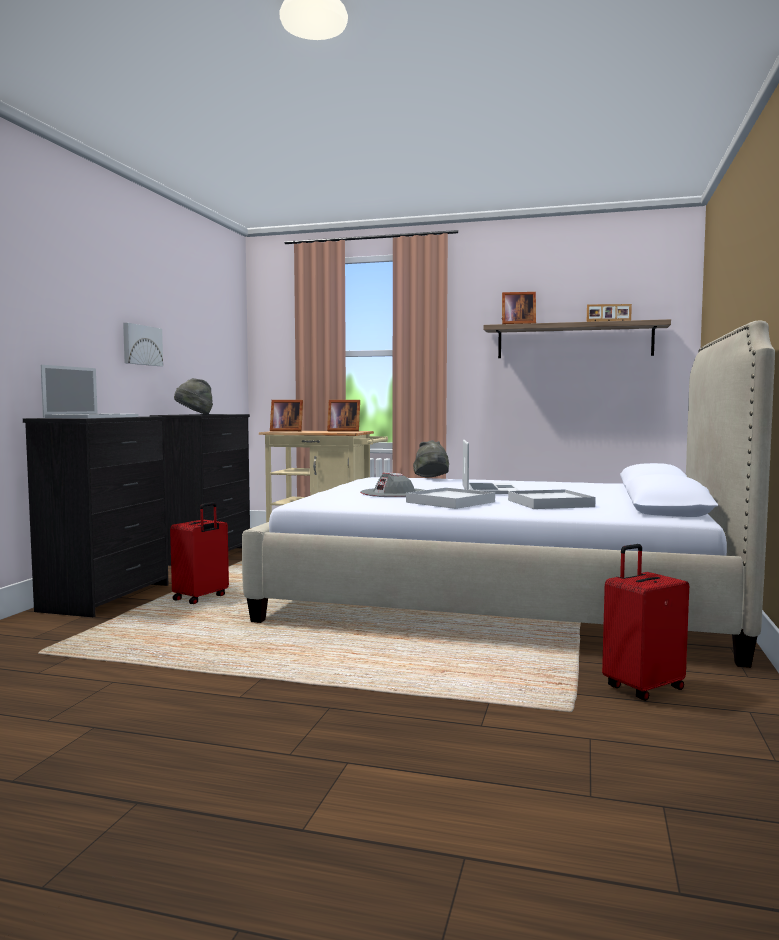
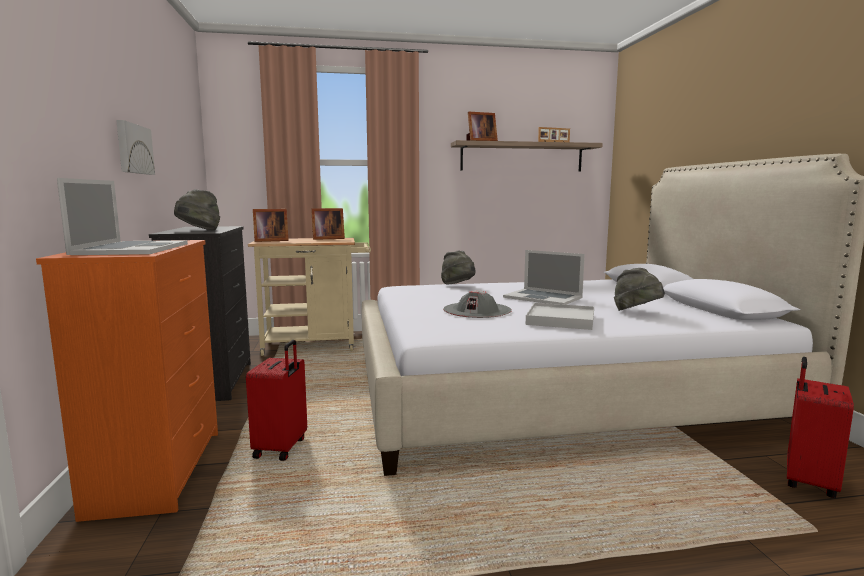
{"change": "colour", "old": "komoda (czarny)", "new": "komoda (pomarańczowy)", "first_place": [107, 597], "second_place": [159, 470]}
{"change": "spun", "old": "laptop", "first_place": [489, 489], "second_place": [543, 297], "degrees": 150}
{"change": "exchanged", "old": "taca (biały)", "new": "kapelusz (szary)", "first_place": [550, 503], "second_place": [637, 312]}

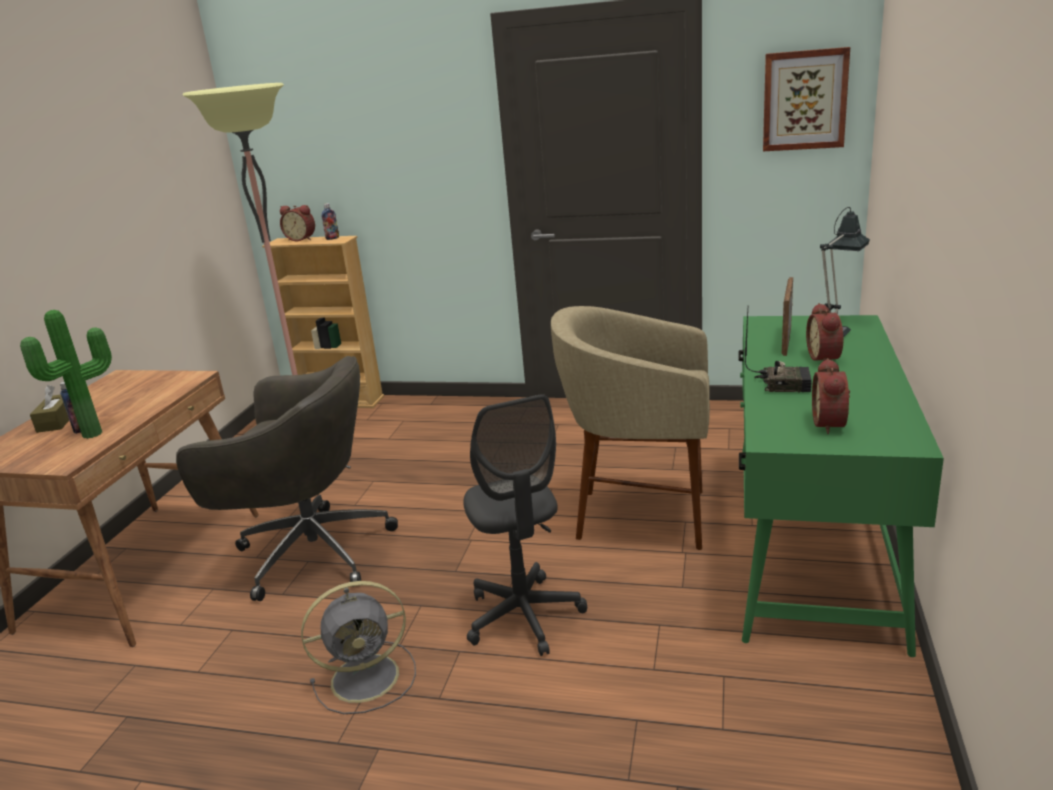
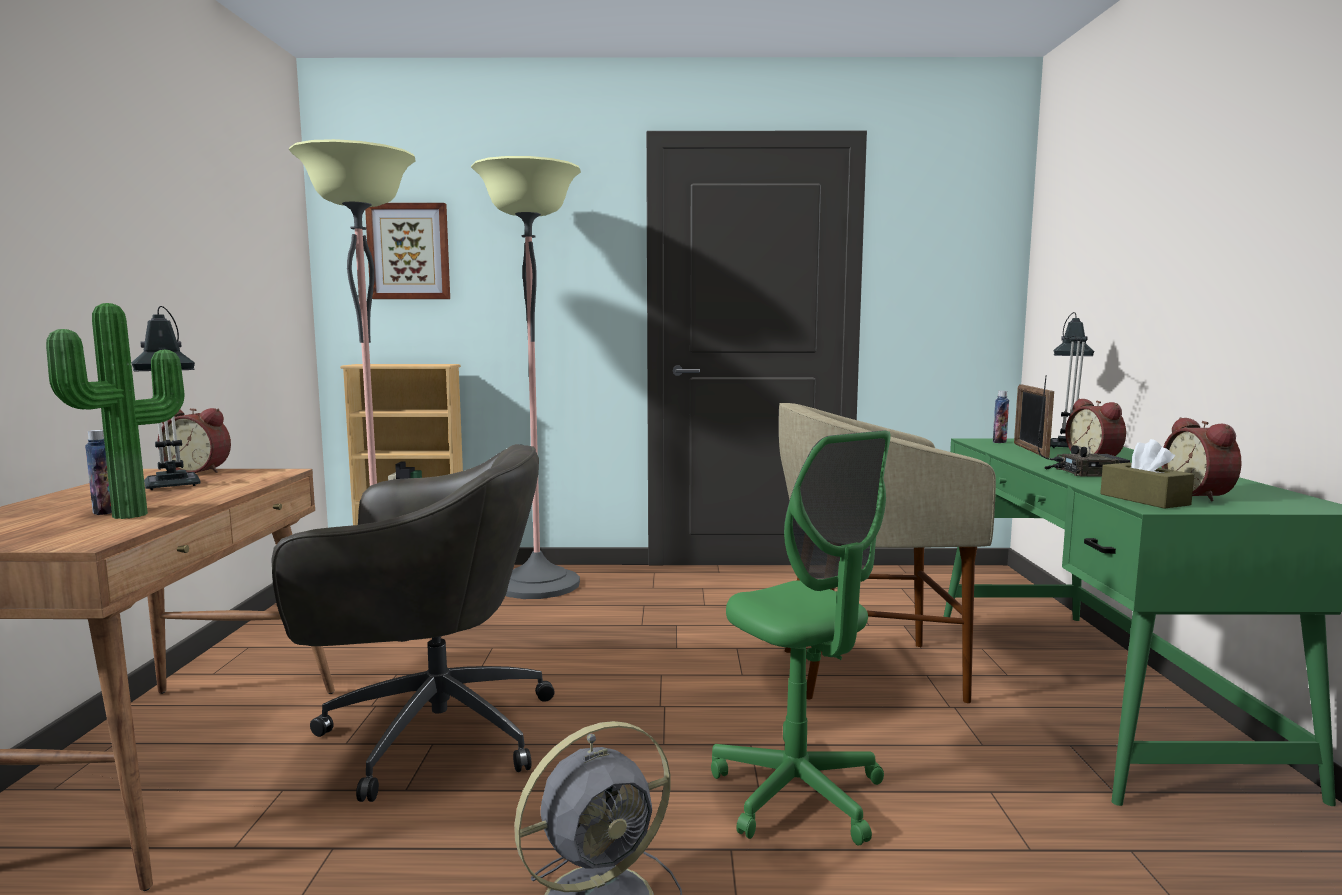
{"change": "appeared", "new": "lampa stołowa", "second_place": [173, 487]}
{"change": "relocated", "old": "budzik", "first_place": [301, 239], "second_place": [200, 471]}
{"change": "relocated", "old": "obraz", "first_place": [804, 100], "second_place": [409, 252]}
{"change": "appeared", "new": "lampa stojąca", "second_place": [537, 584]}
{"change": "colour", "old": "krzesło biurowe (szary)", "new": "krzesło biurowe (zielony)", "first_place": [524, 616], "second_place": [798, 794]}
{"change": "relocated", "old": "butelka", "first_place": [332, 238], "second_place": [999, 442]}
{"change": "relocated", "old": "pudełko chusteczek (brązowy)", "first_place": [57, 421], "second_place": [1144, 499]}

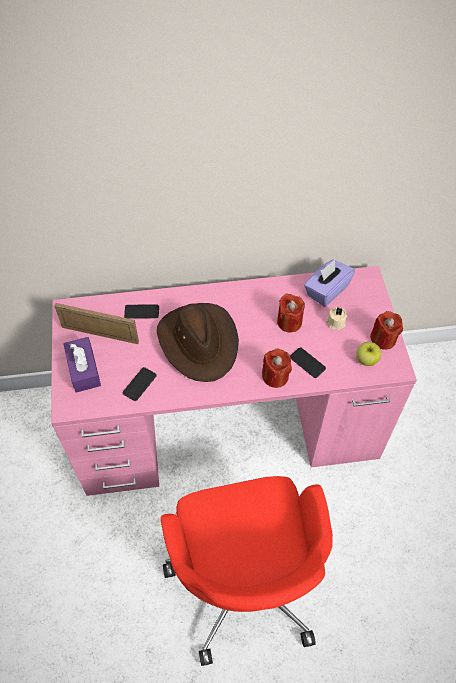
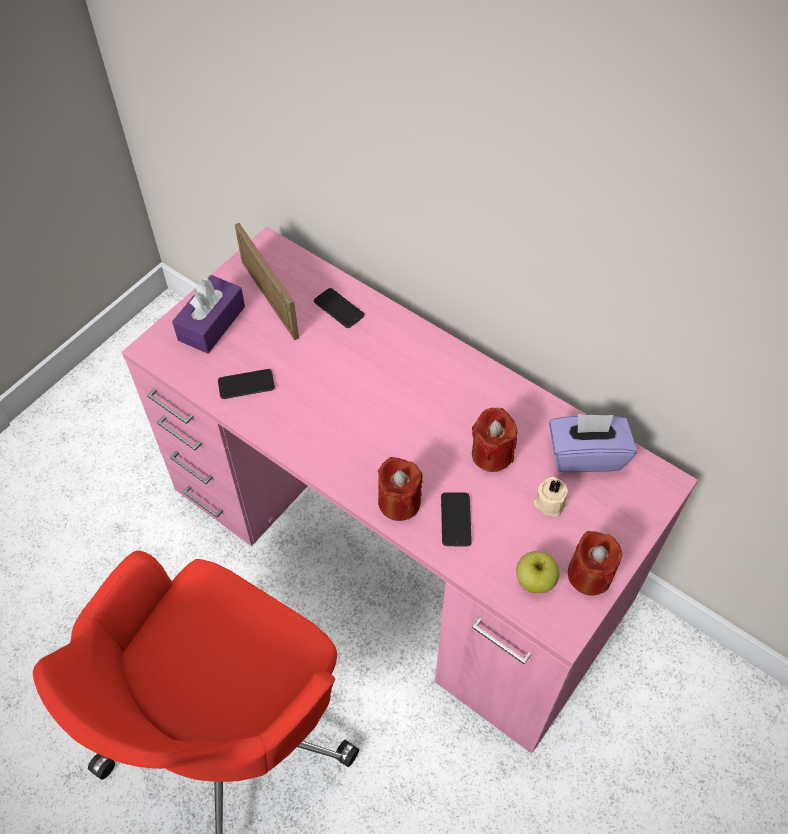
{"change": "missing", "old": "kapelusz (brązowy)", "first_place": [199, 342]}

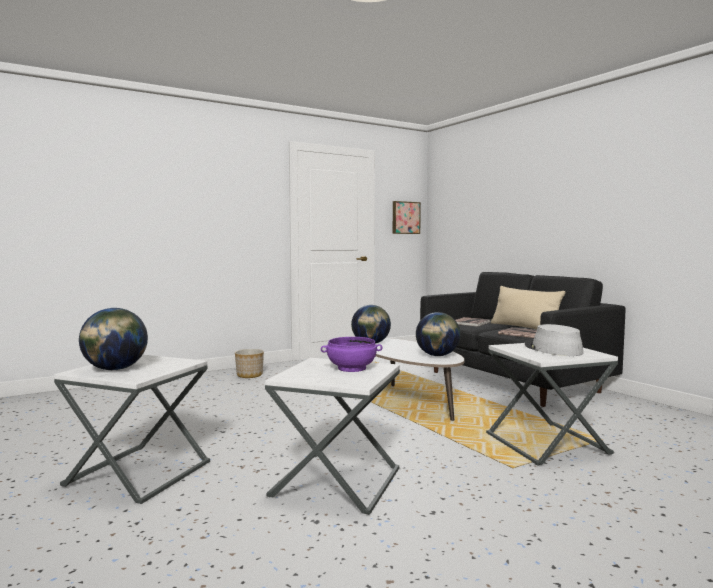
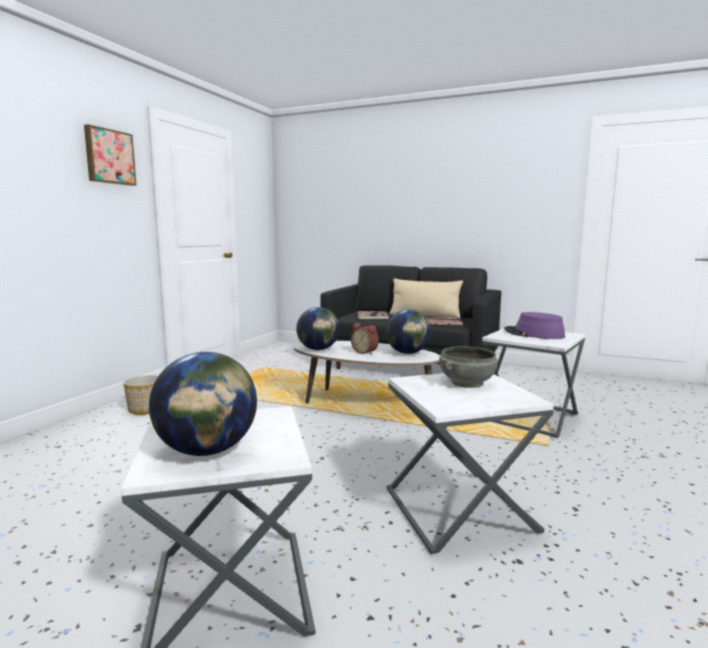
{"change": "relocated", "old": "obraz", "first_place": [405, 217], "second_place": [109, 157]}
{"change": "appeared", "new": "budzik", "second_place": [365, 352]}
{"change": "colour", "old": "miska (fioletowy)", "new": "miska (szary)", "first_place": [351, 368], "second_place": [466, 383]}
{"change": "colour", "old": "kapelusz (szary)", "new": "kapelusz (fioletowy)", "first_place": [552, 349], "second_place": [533, 334]}

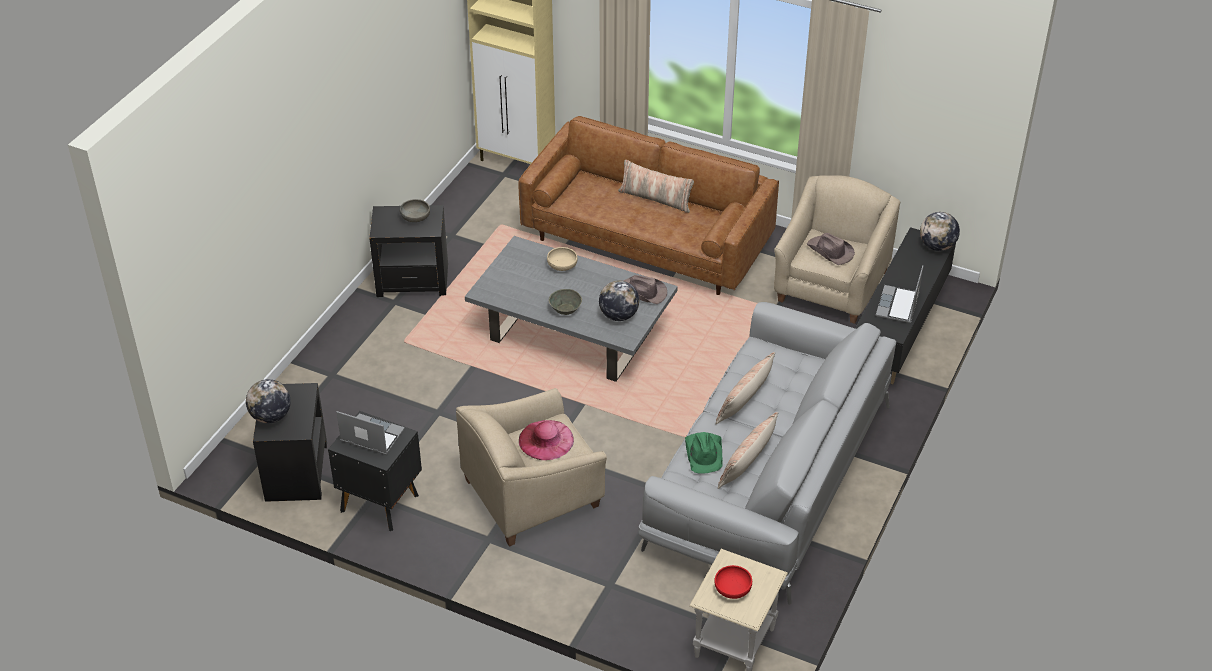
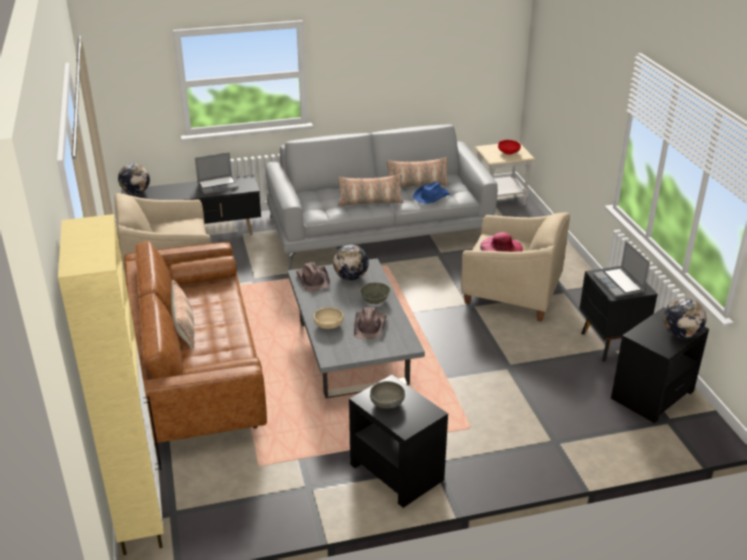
{"change": "relocated", "old": "kapelusz (brązowy)", "first_place": [830, 251], "second_place": [370, 326]}
{"change": "colour", "old": "kapelusz (zielony)", "new": "kapelusz (niebieski)", "first_place": [704, 453], "second_place": [431, 196]}

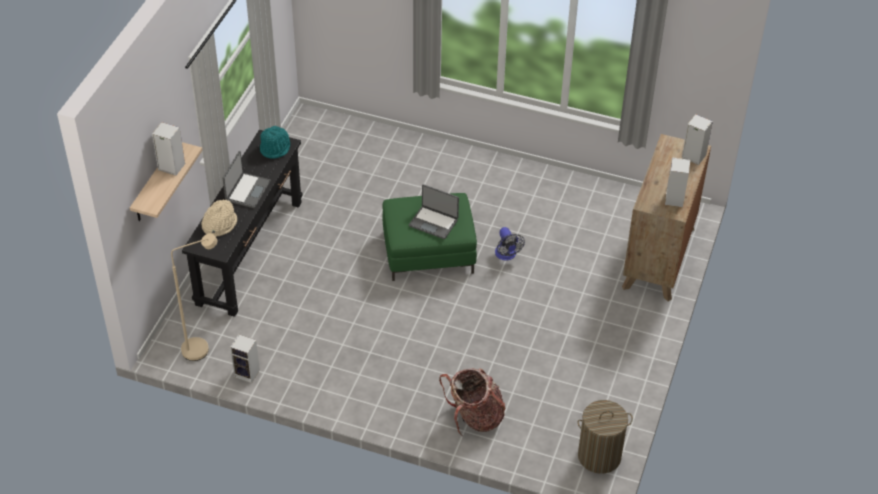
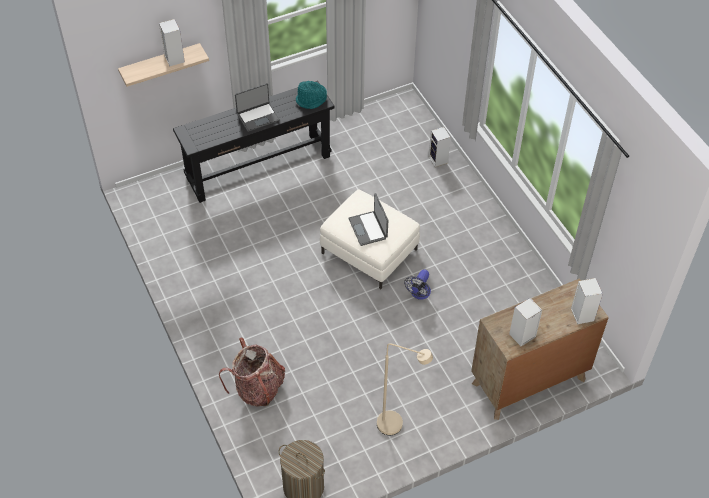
{"change": "colour", "old": "pufa (zielony)", "new": "pufa (biały)", "first_place": [429, 252], "second_place": [369, 251]}
{"change": "relocated", "old": "lampa stojąca (beżowy)", "first_place": [202, 347], "second_place": [396, 426]}
{"change": "relocated", "old": "głośnik", "first_place": [248, 373], "second_place": [438, 160]}
{"change": "missing", "old": "kapelusz (beżowy)", "first_place": [219, 225]}

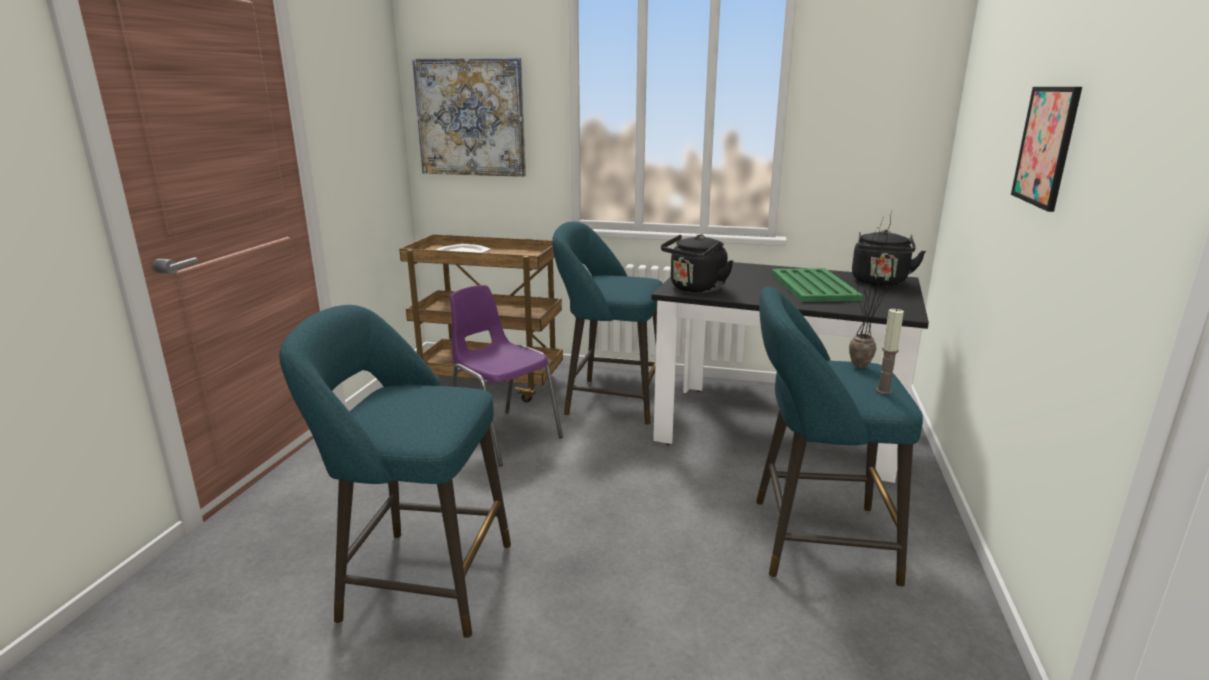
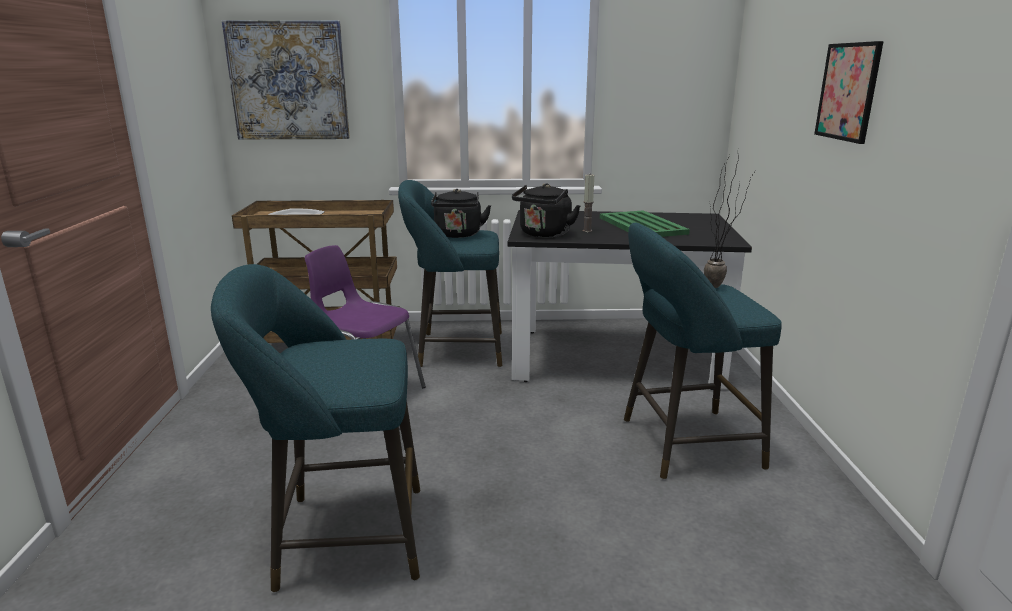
{"change": "relocated", "old": "czajnik (czarny)", "first_place": [879, 283], "second_place": [458, 235]}
{"change": "relocated", "old": "świeca", "first_place": [884, 391], "second_place": [587, 230]}

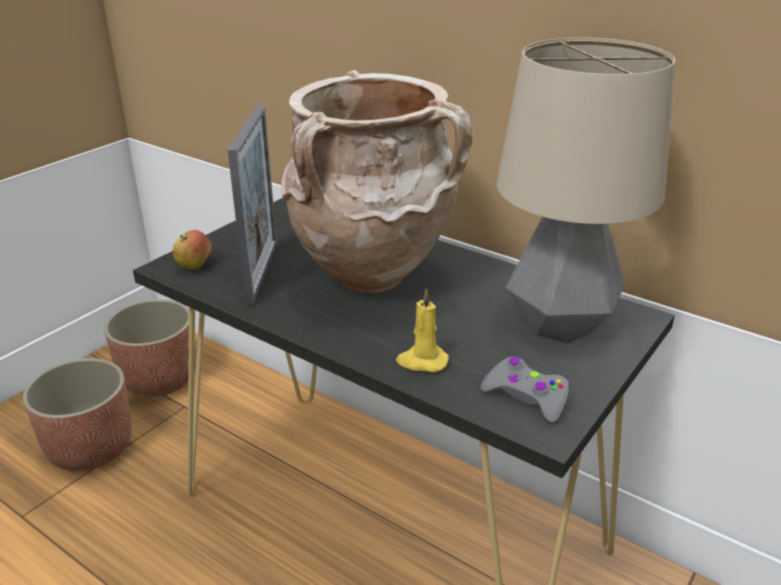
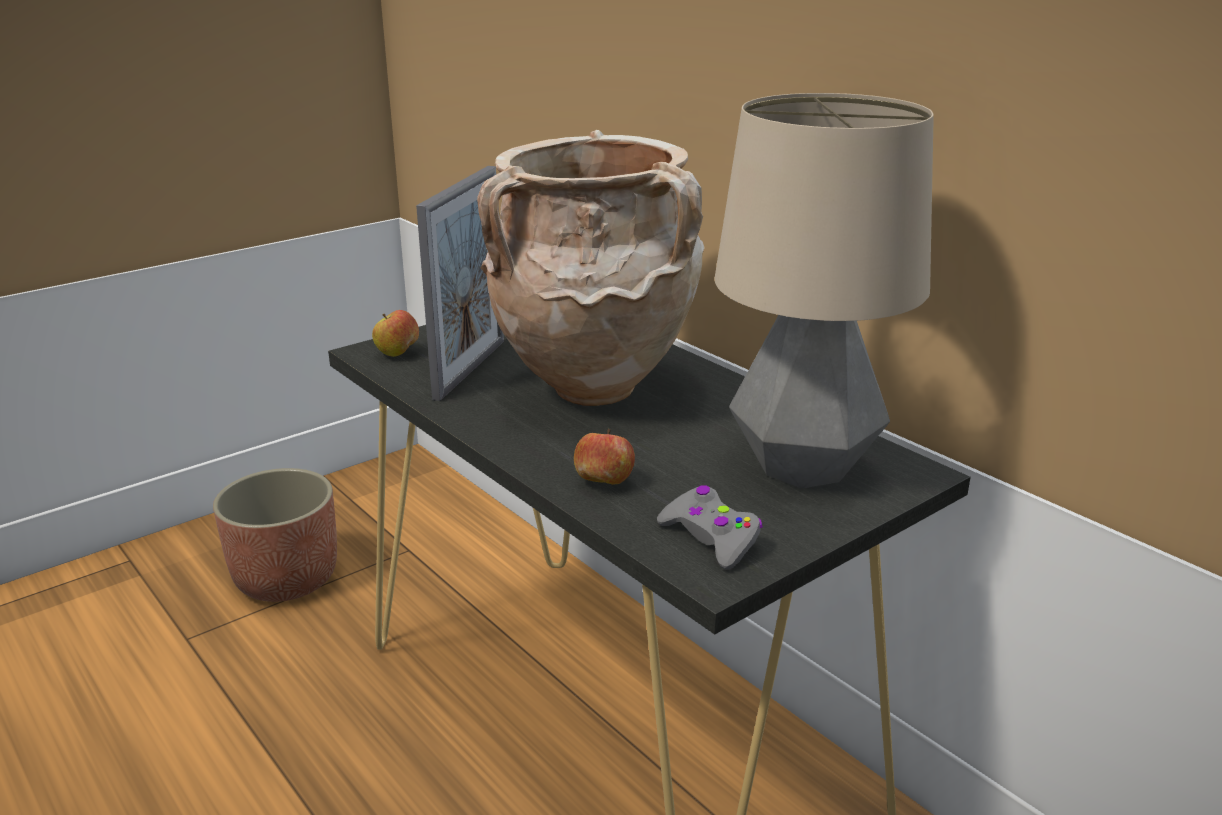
{"change": "exchanged", "old": "świeca (żółty)", "new": "jabłko", "first_place": [421, 361], "second_place": [604, 483]}
{"change": "missing", "old": "donica", "first_place": [159, 380]}

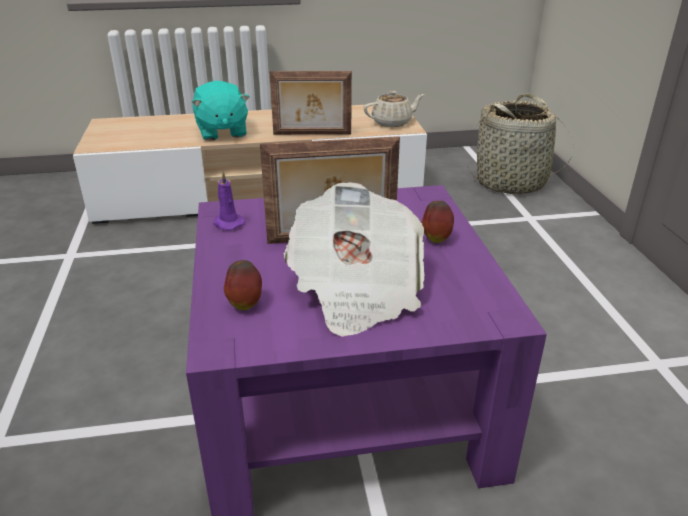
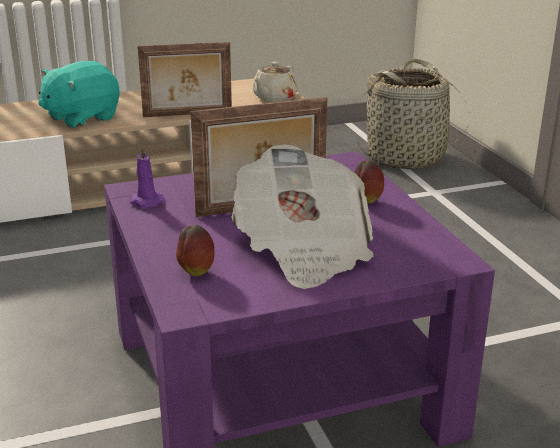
{"change": "spun", "old": "pluszak (turkusowy)", "first_place": [221, 132], "second_place": [81, 118], "degrees": 75}
{"change": "spun", "old": "imbryk (beżowy)", "first_place": [392, 122], "second_place": [274, 97], "degrees": 150}

